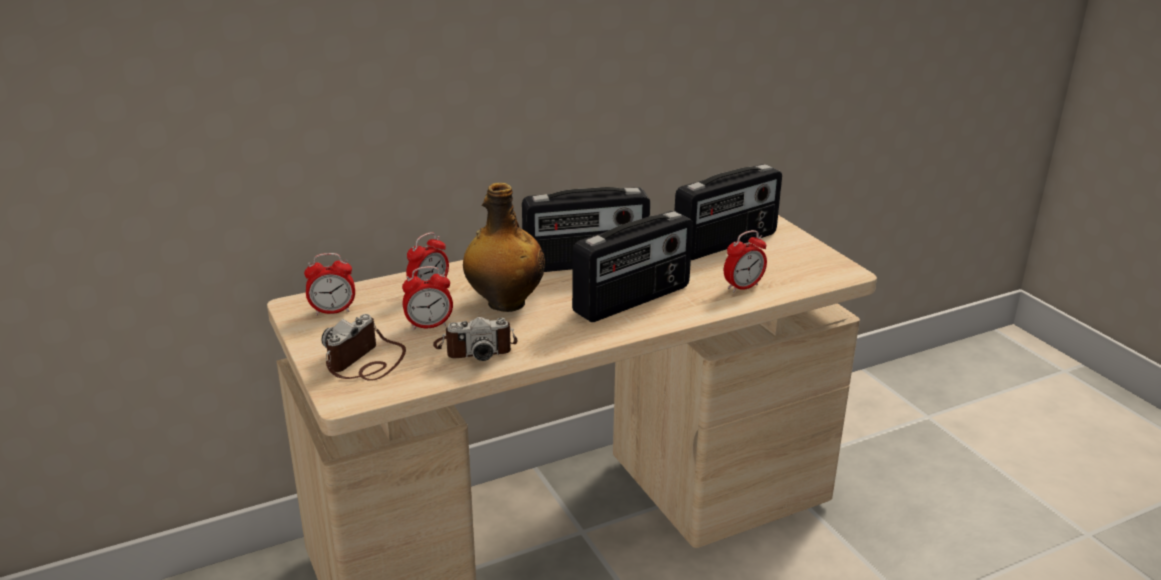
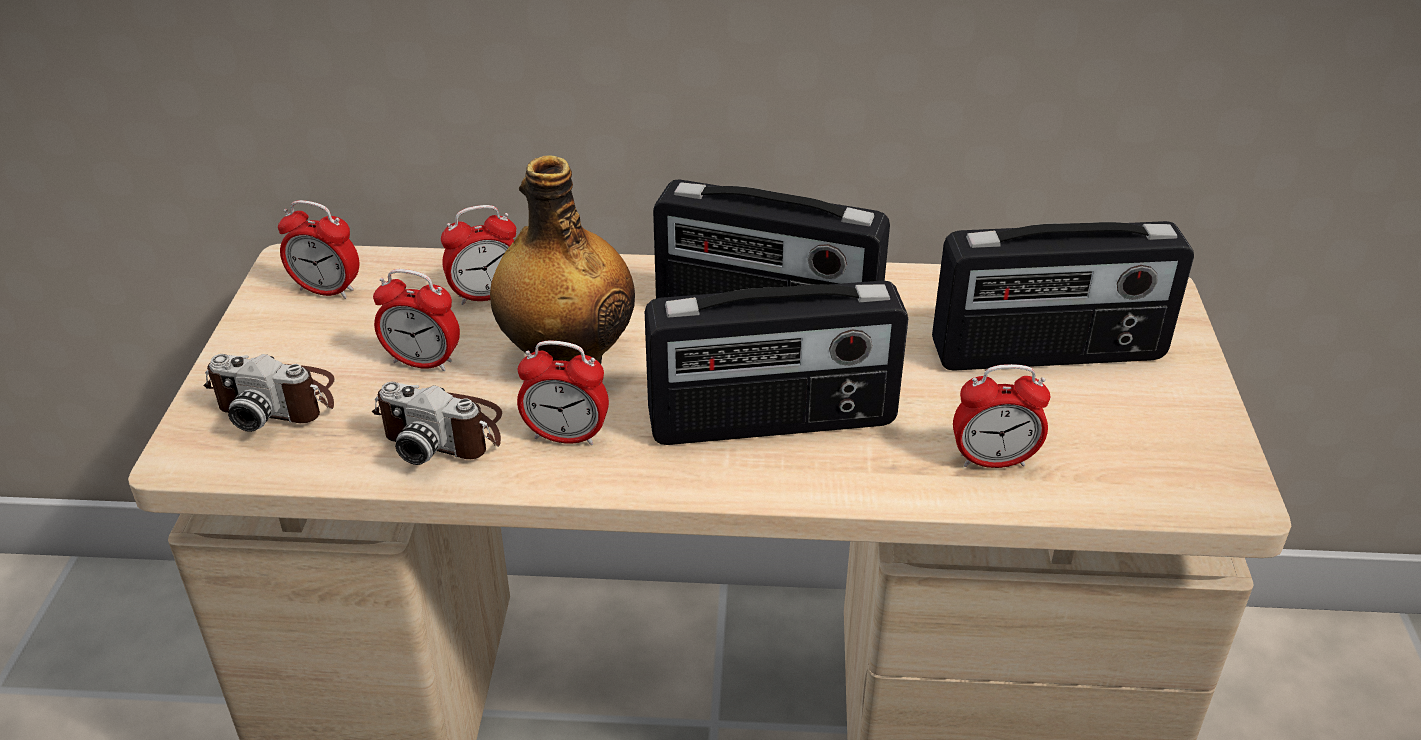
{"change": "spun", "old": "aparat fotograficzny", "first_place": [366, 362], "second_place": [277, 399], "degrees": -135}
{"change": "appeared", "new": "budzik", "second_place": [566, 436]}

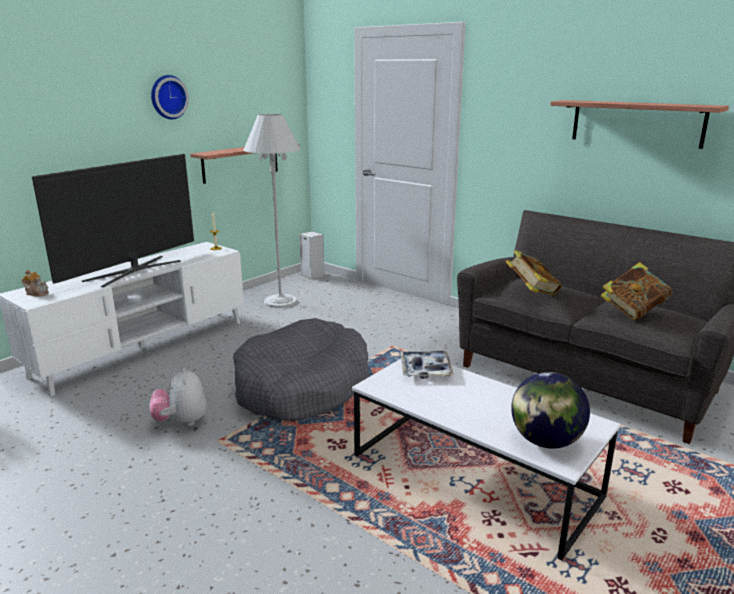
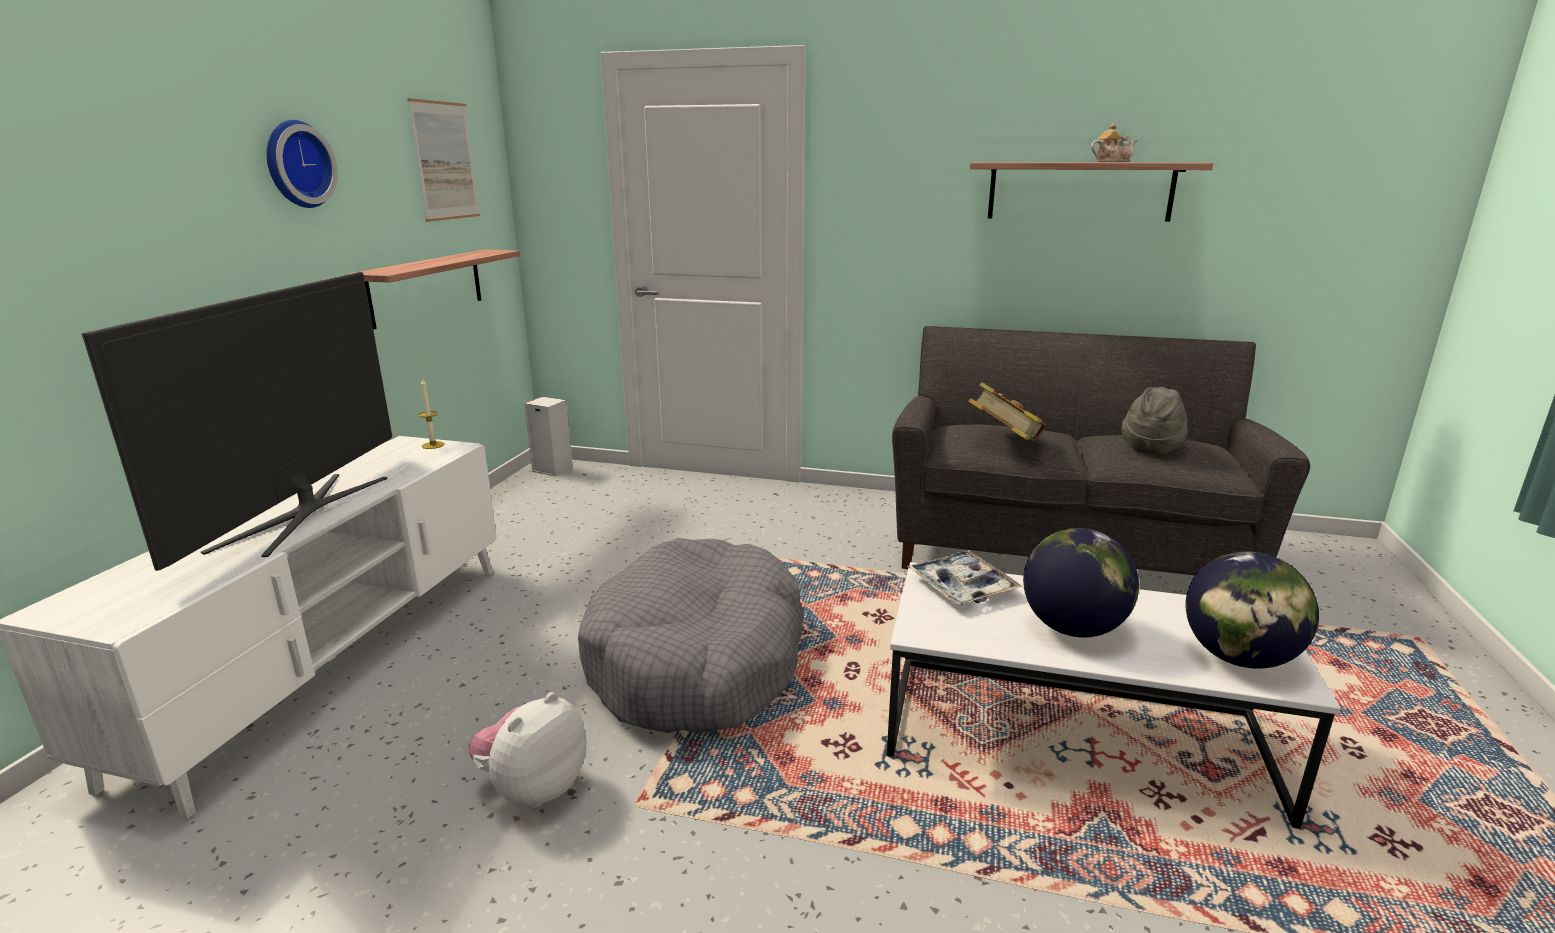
{"change": "appeared", "new": "obraz", "second_place": [445, 161]}
{"change": "spun", "old": "pluszak", "first_place": [181, 422], "second_place": [533, 788], "degrees": 75}
{"change": "appeared", "new": "globus", "second_place": [1072, 628]}
{"change": "relocated", "old": "imbryk", "first_place": [37, 293], "second_place": [1111, 162]}
{"change": "exchanged", "old": "książka", "new": "kapelusz (szary)", "first_place": [633, 312], "second_place": [1151, 447]}
{"change": "missing", "old": "lampa stojąca (biały)", "first_place": [280, 301]}

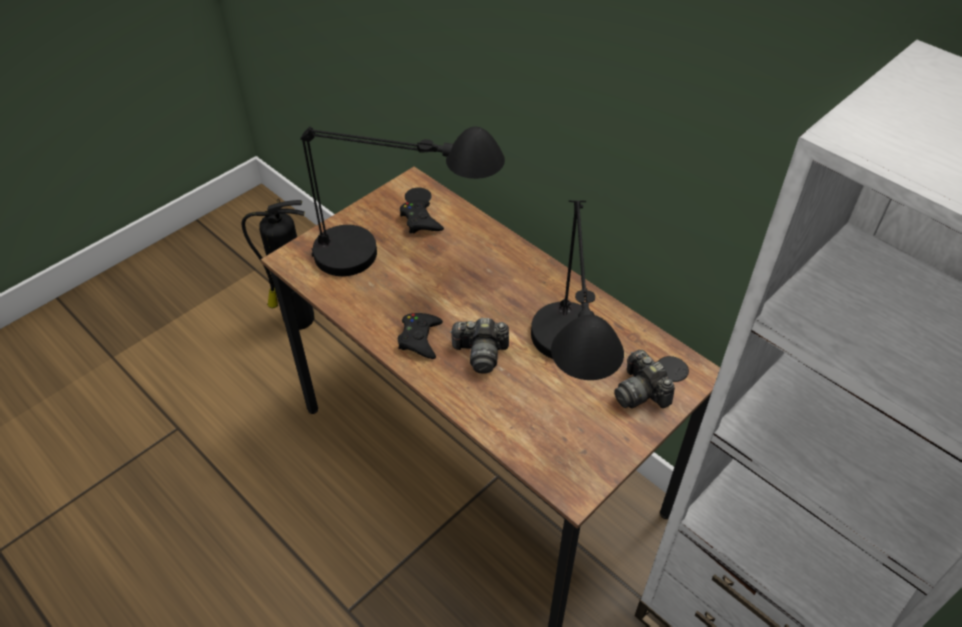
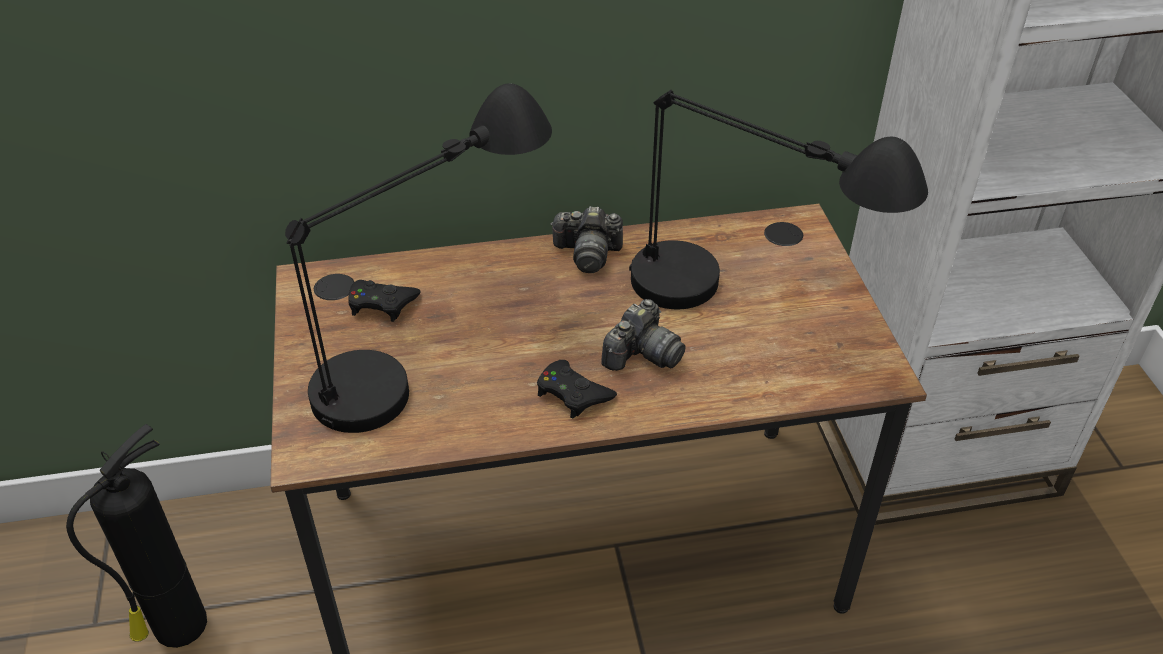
{"change": "relocated", "old": "aparat fotograficzny", "first_place": [640, 392], "second_place": [588, 254]}

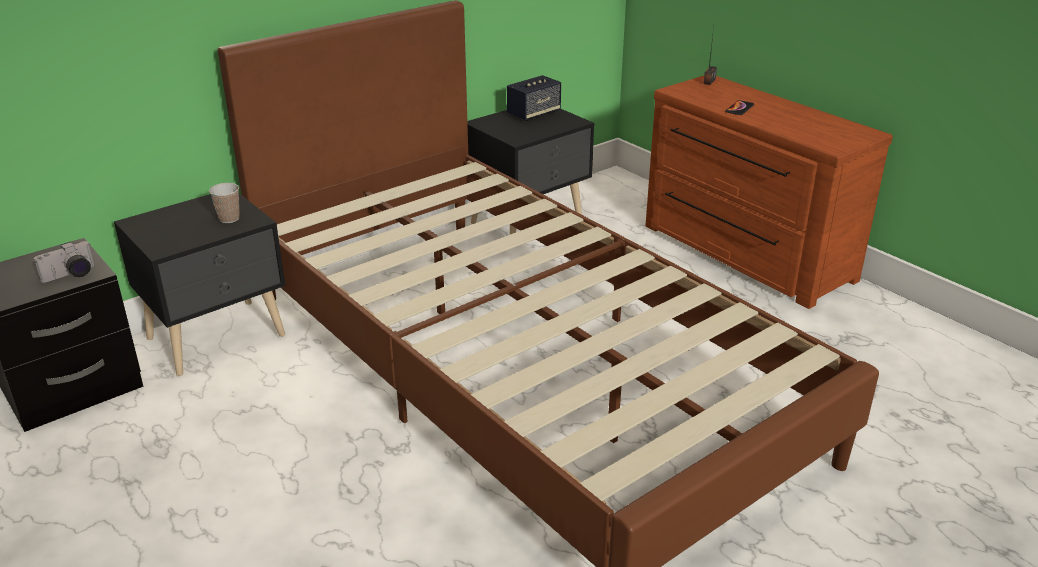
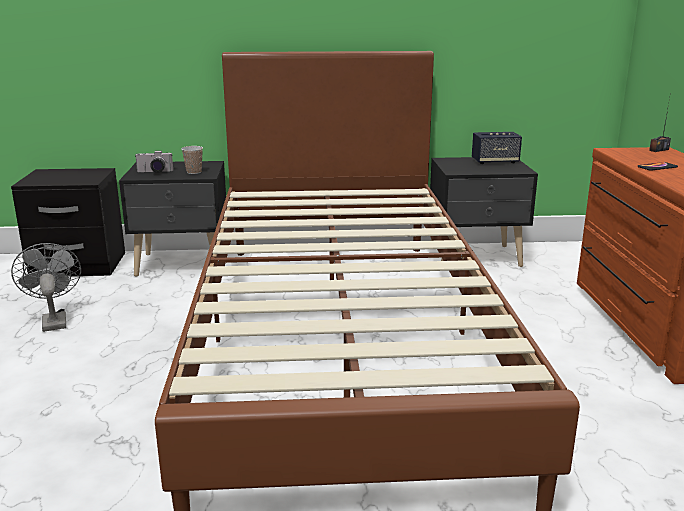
{"change": "appeared", "new": "wentylator (szary)", "second_place": [53, 320]}
{"change": "relocated", "old": "aparat fotograficzny", "first_place": [71, 275], "second_place": [154, 172]}

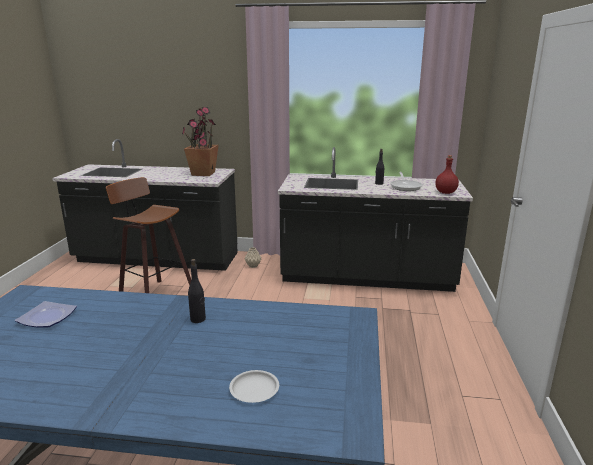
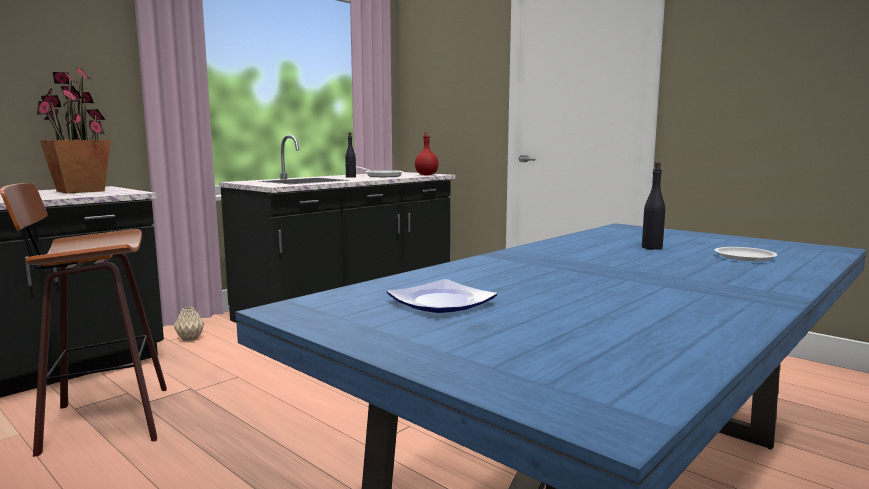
{"change": "relocated", "old": "butelka (czarny)", "first_place": [198, 319], "second_place": [652, 247]}

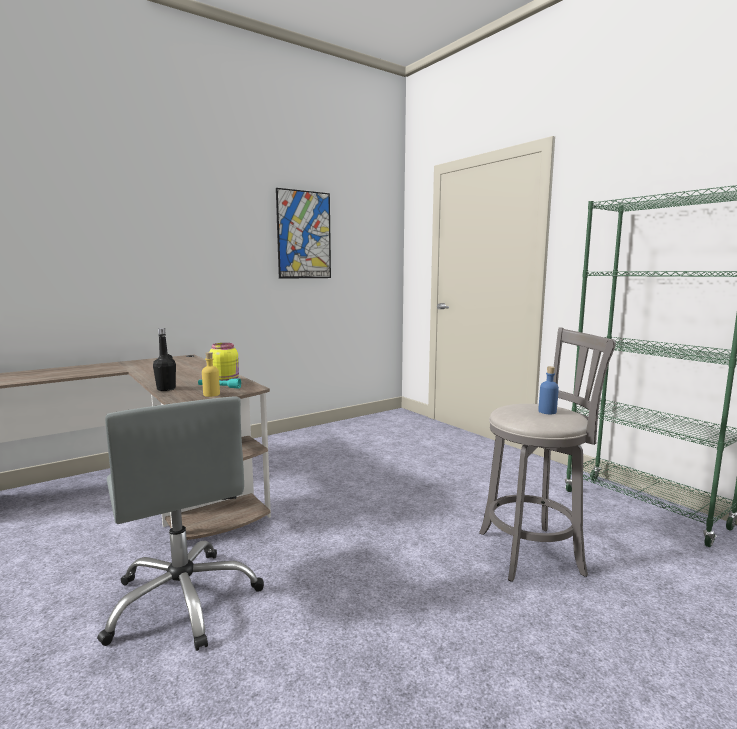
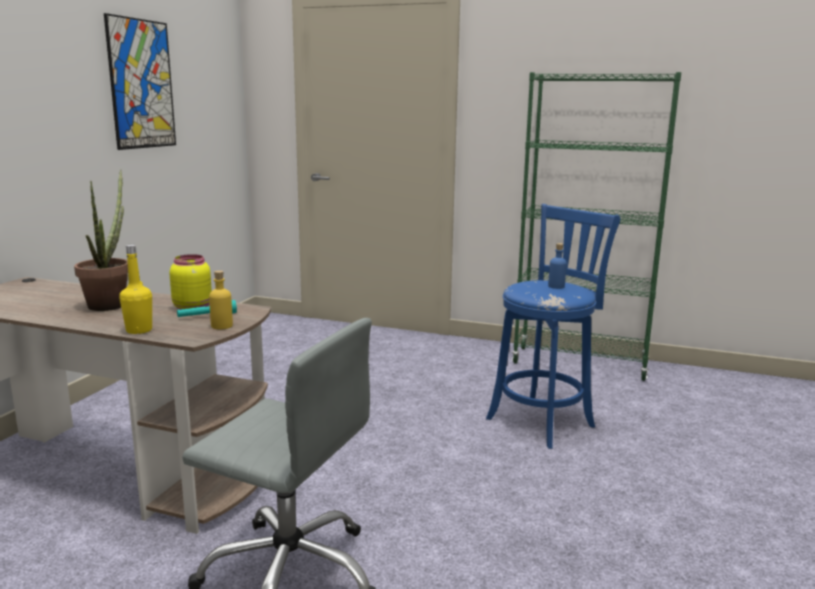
{"change": "appeared", "new": "roślina doniczkowa", "second_place": [110, 303]}
{"change": "colour", "old": "butelka (czarny)", "new": "butelka (żółty)", "first_place": [166, 389], "second_place": [139, 330]}
{"change": "colour", "old": "stołek (szary)", "new": "stołek (niebieski)", "first_place": [535, 552], "second_place": [543, 421]}

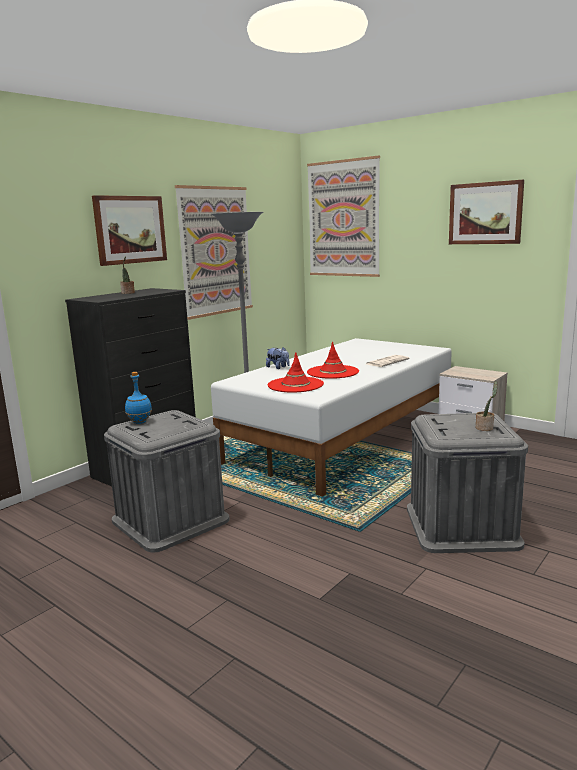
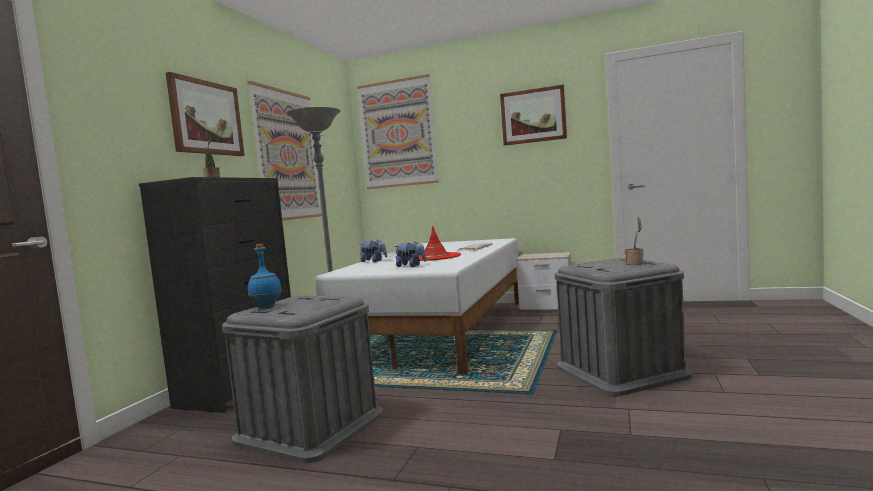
{"change": "exchanged", "old": "kapelusz (czerwony)", "new": "pluszak", "first_place": [295, 385], "second_place": [411, 266]}

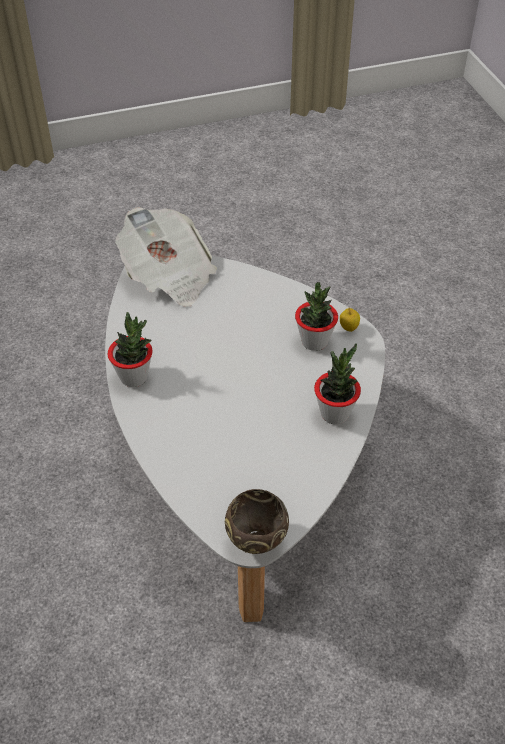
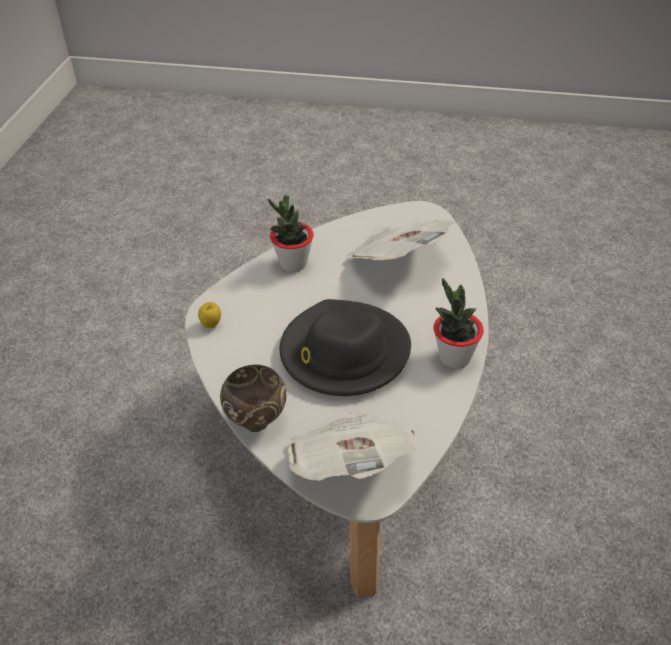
{"change": "relocated", "old": "miska (brązowy)", "first_place": [256, 543], "second_place": [257, 421]}
{"change": "appeared", "new": "kapelusz (czarny)", "second_place": [343, 353]}
{"change": "appeared", "new": "gazeta", "second_place": [398, 260]}
{"change": "missing", "old": "roślina doniczkowa", "first_place": [314, 341]}

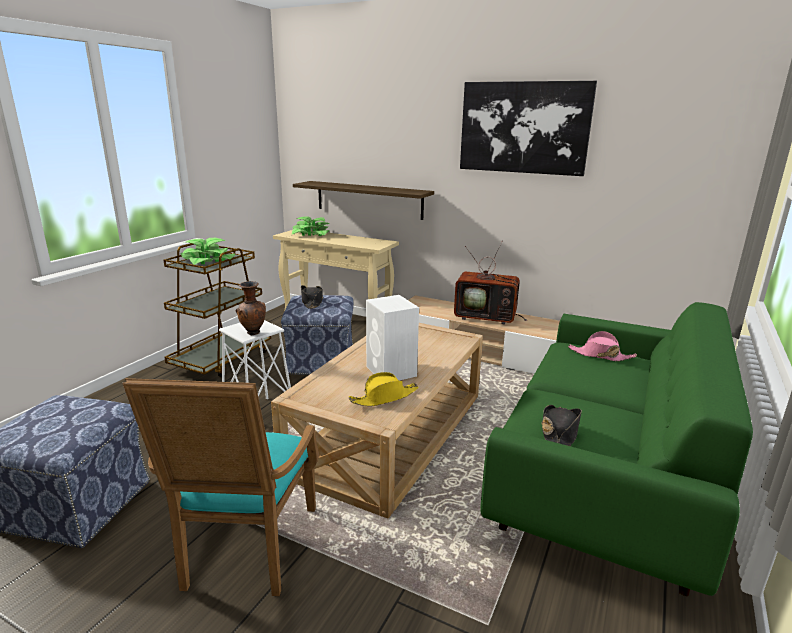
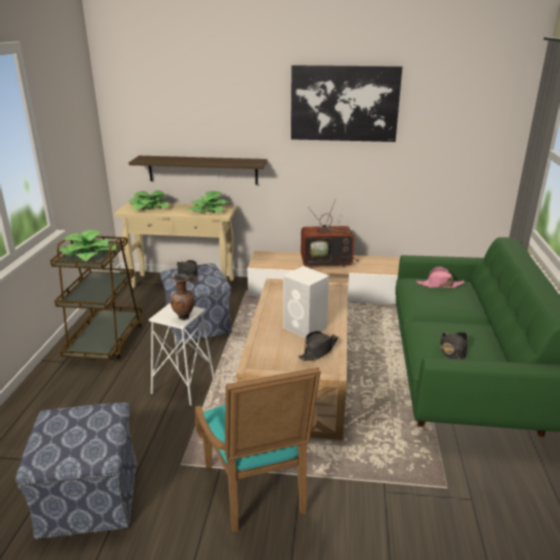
{"change": "appeared", "new": "roślina doniczkowa", "second_place": [209, 210]}
{"change": "colour", "old": "kapelusz (żółty)", "new": "kapelusz (czarny)", "first_place": [384, 397], "second_place": [318, 350]}

